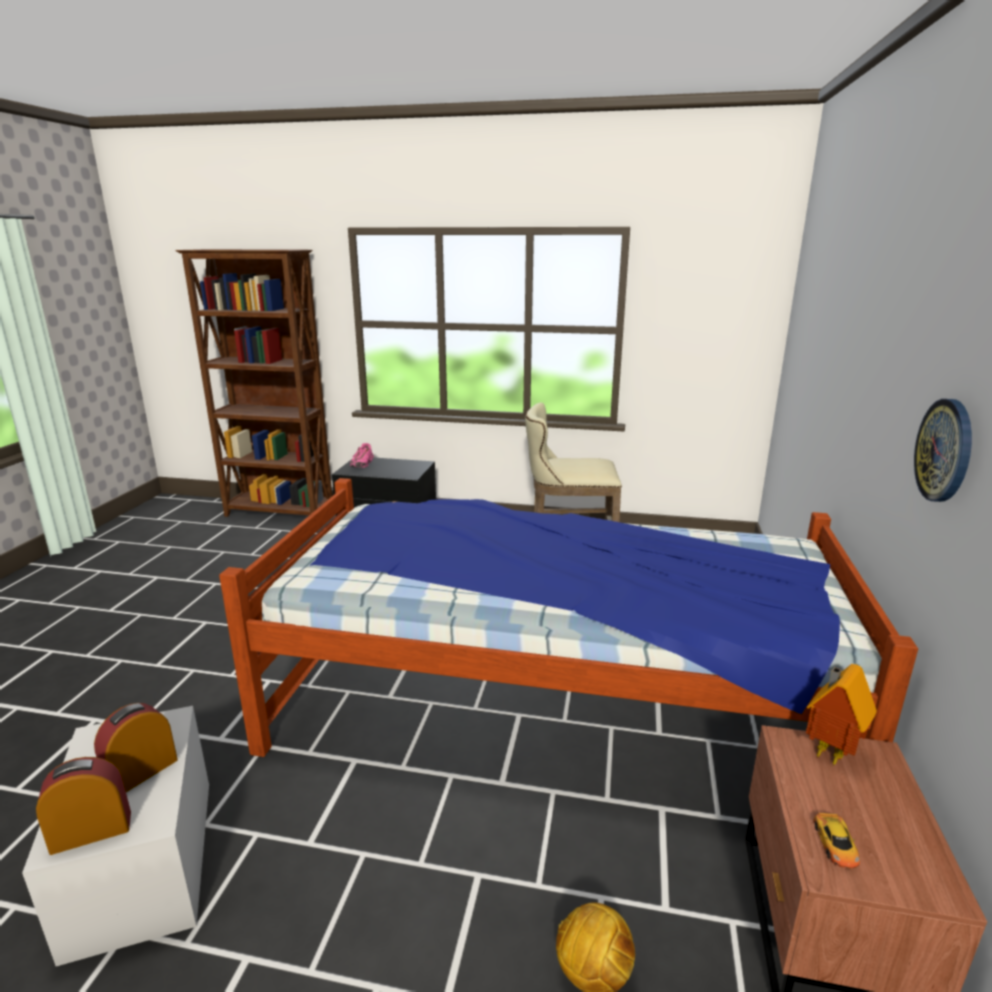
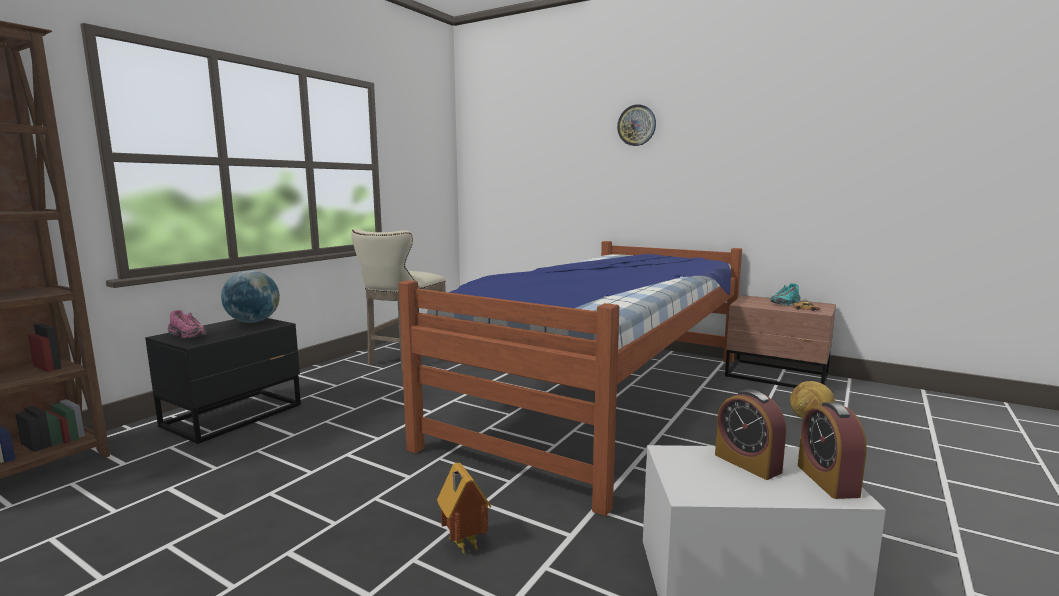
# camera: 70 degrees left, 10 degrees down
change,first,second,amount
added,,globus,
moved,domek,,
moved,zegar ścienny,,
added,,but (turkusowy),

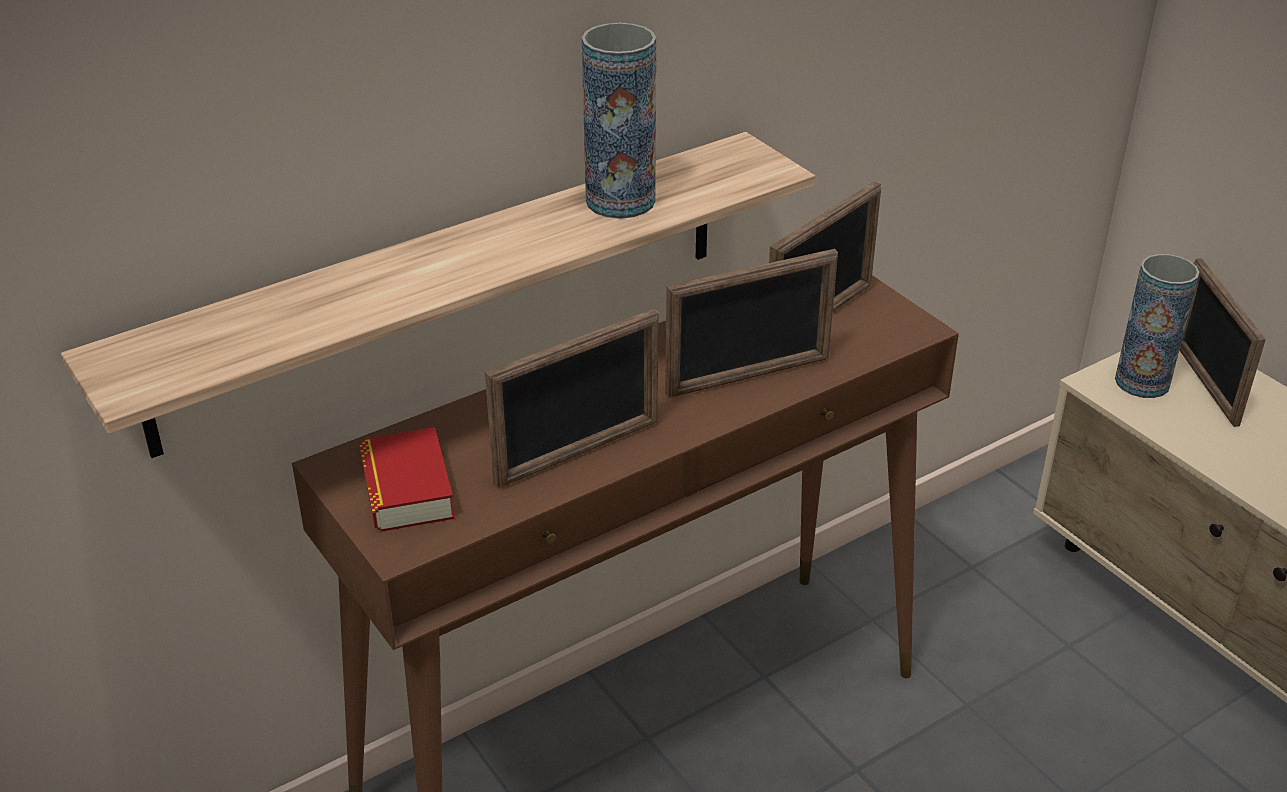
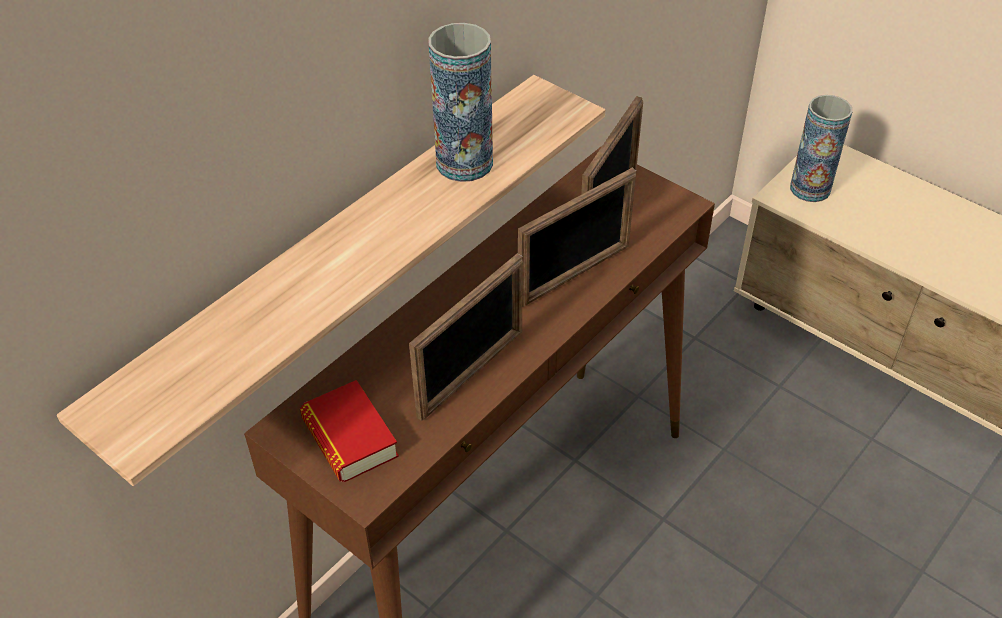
# camera: 15 degrees left, 10 degrees up
change,first,second,amount
removed,ramka na zdjęcie (4th from left),,

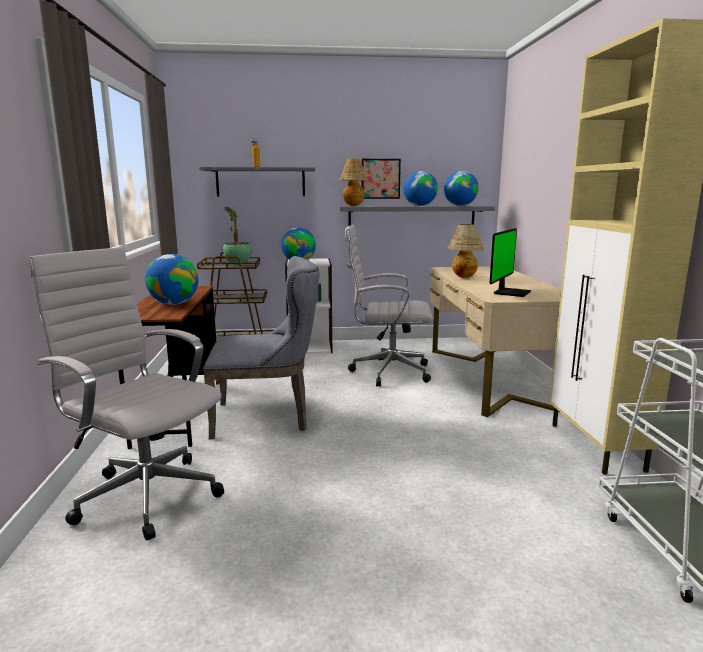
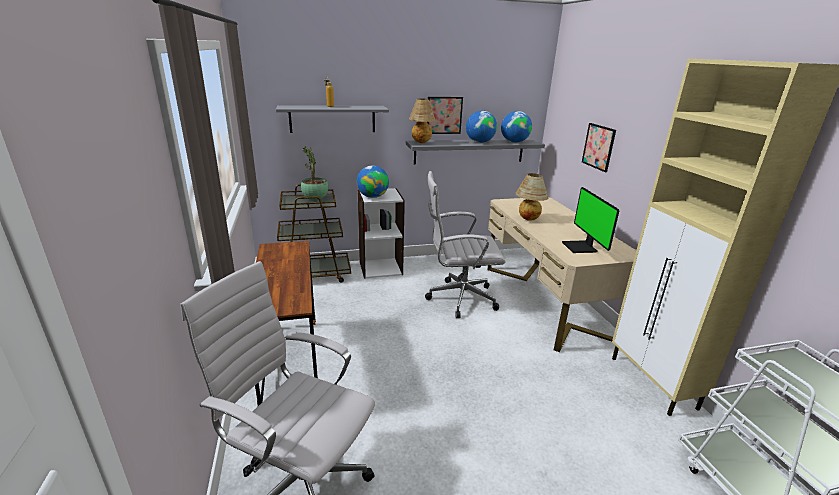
# camera: 10 degrees left, 10 degrees up
change,first,second,amount
turned,monitor,,150 degrees clockwise
added,,obraz (2nd from left),
removed,globus (1st from left),,
removed,krzesło (szary),,

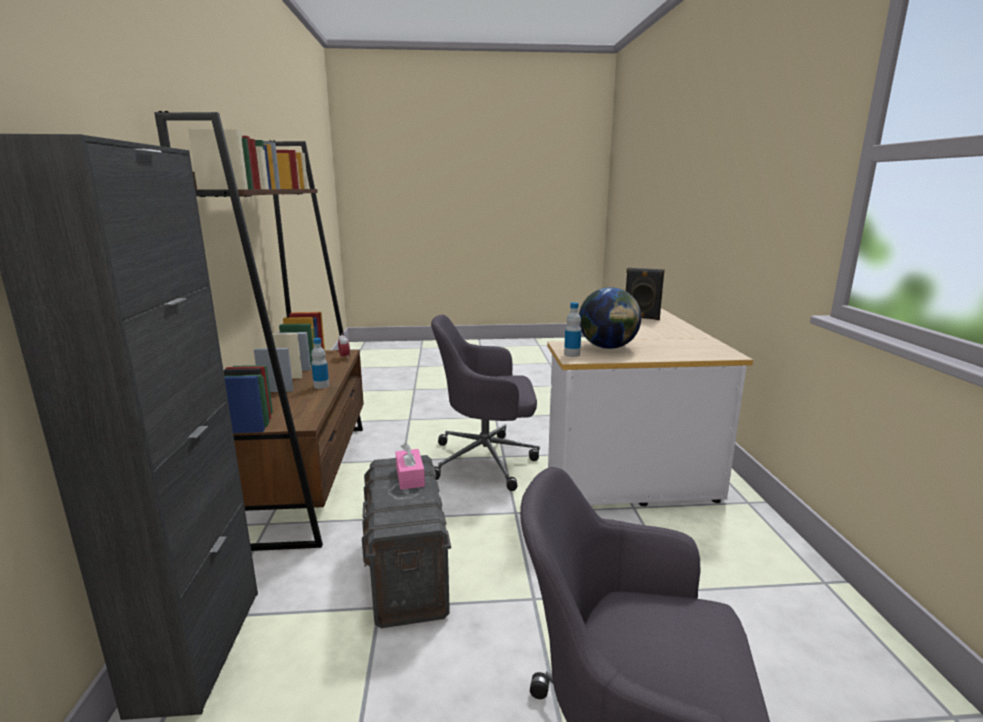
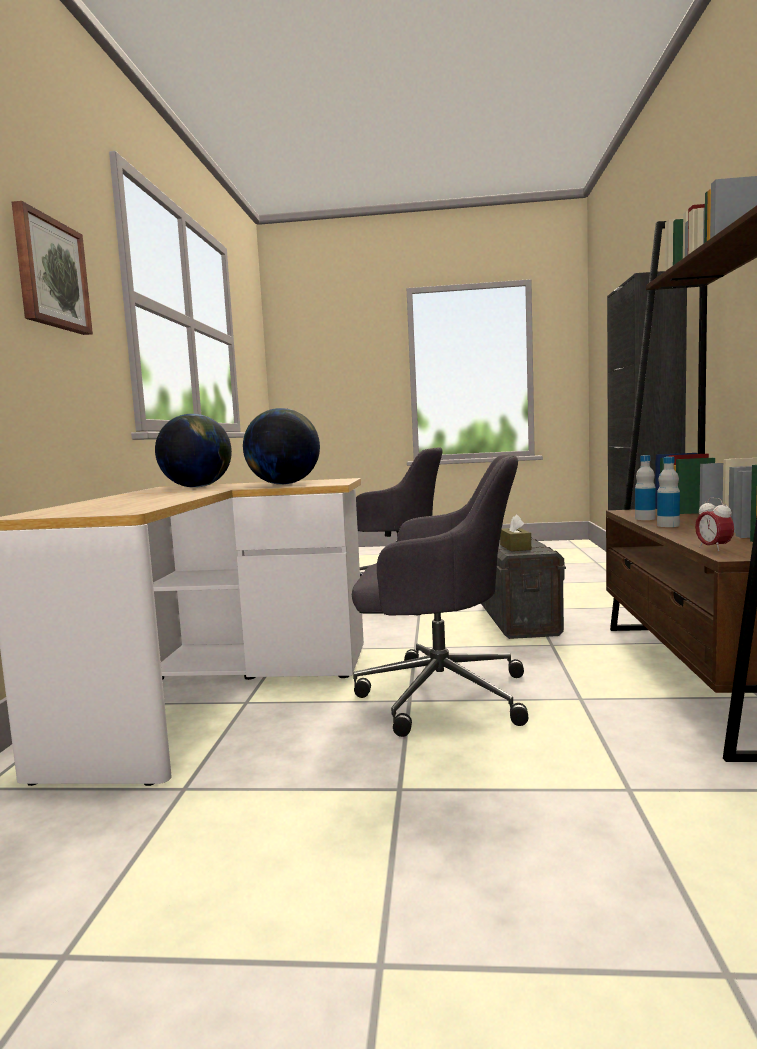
# camera: 170 degrees left, 10 degrees down
change,first,second,amount
added,,obraz,
added,,globus (1st from left),
recoloured,pudełko chusteczek (różowy),pudełko chusteczek (brązowy),
moved,butelka (2nd from left in the first image),butelka (1st from left),
removed,głośnik (czarny),,

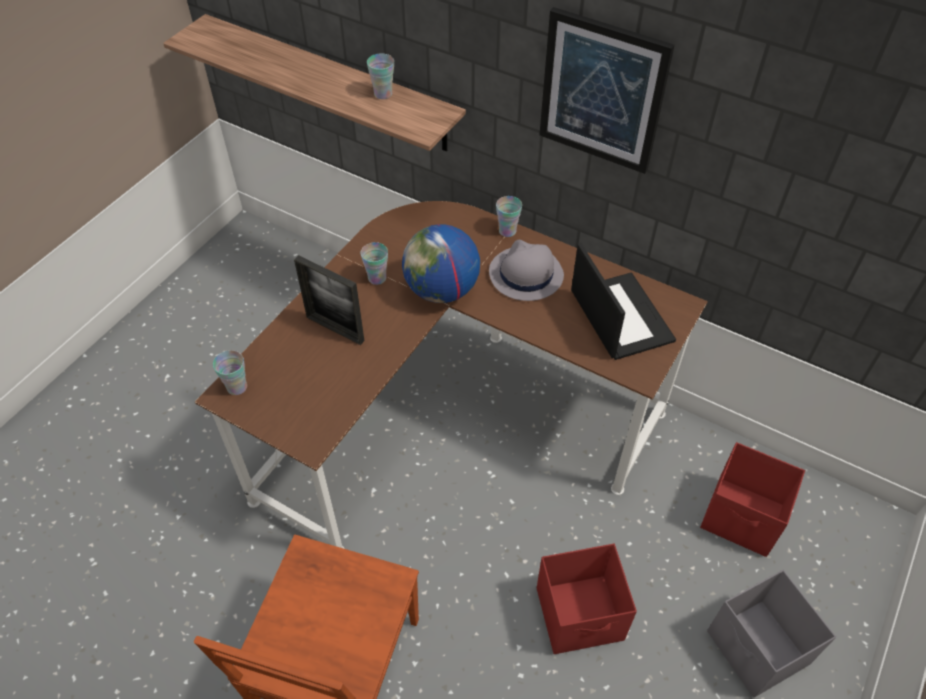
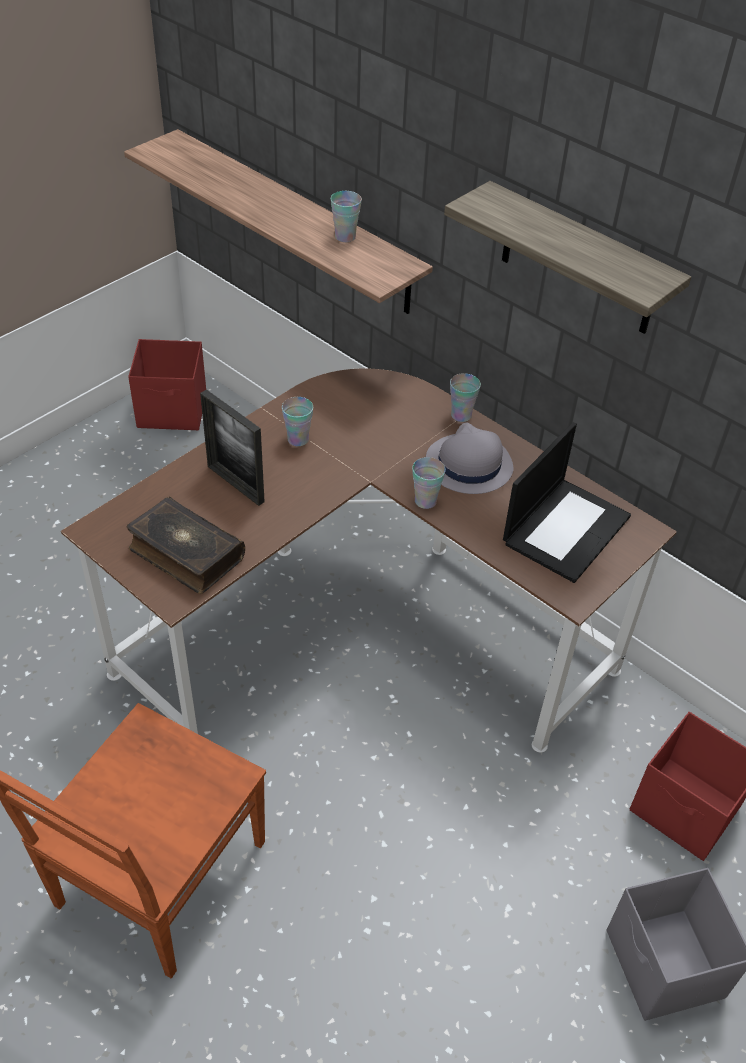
# camera: 10 degrees right, 5 degrees down
change,first,second,amount
added,,książka,
moved,pojemnik do przechowywania (czerwony) (1st from left),,
moved,filiżanka (1st from left in the first image),filiżanka (3rd from left),
replaced,obraz,półka (2nd from left),
turned,laptop,,45 degrees clockwise
removed,globus,,

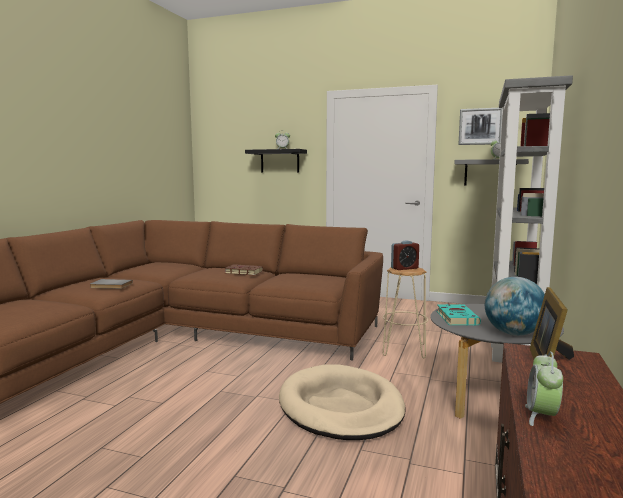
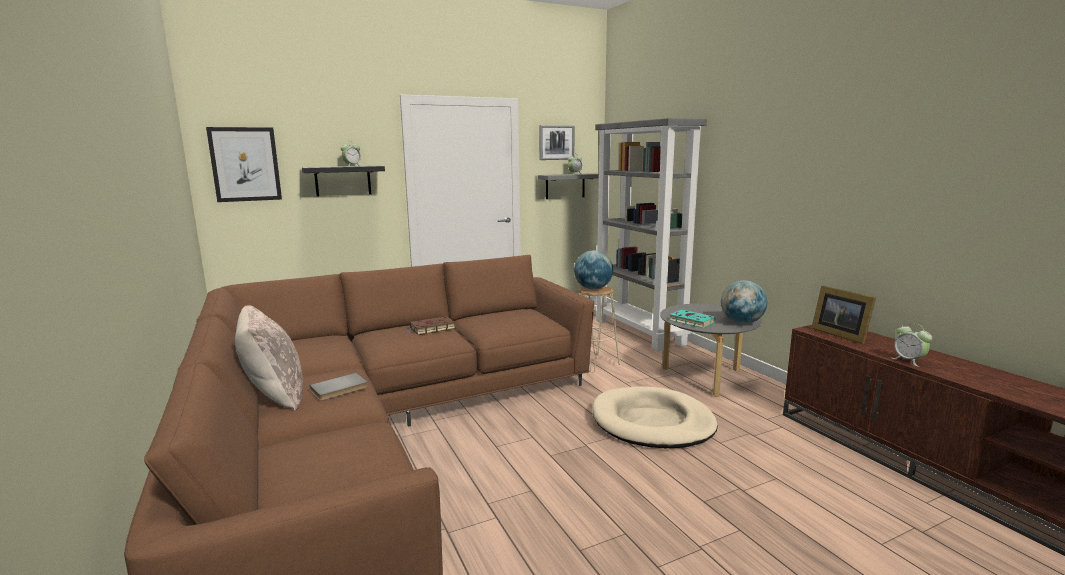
# camera: 45 degrees left, 5 degrees up
change,first,second,amount
added,,obraz (1st from left),
added,,poduszka (beżowy),
replaced,budzik (2nd from left),globus (1st from left),

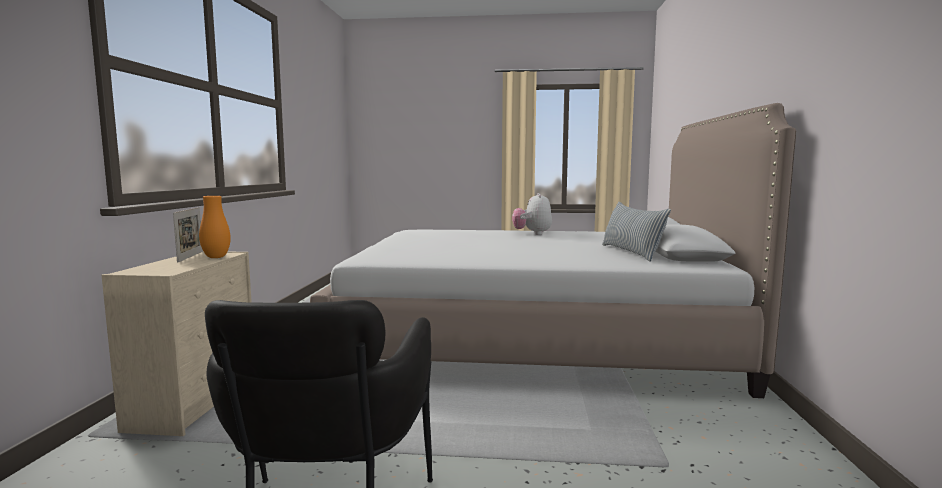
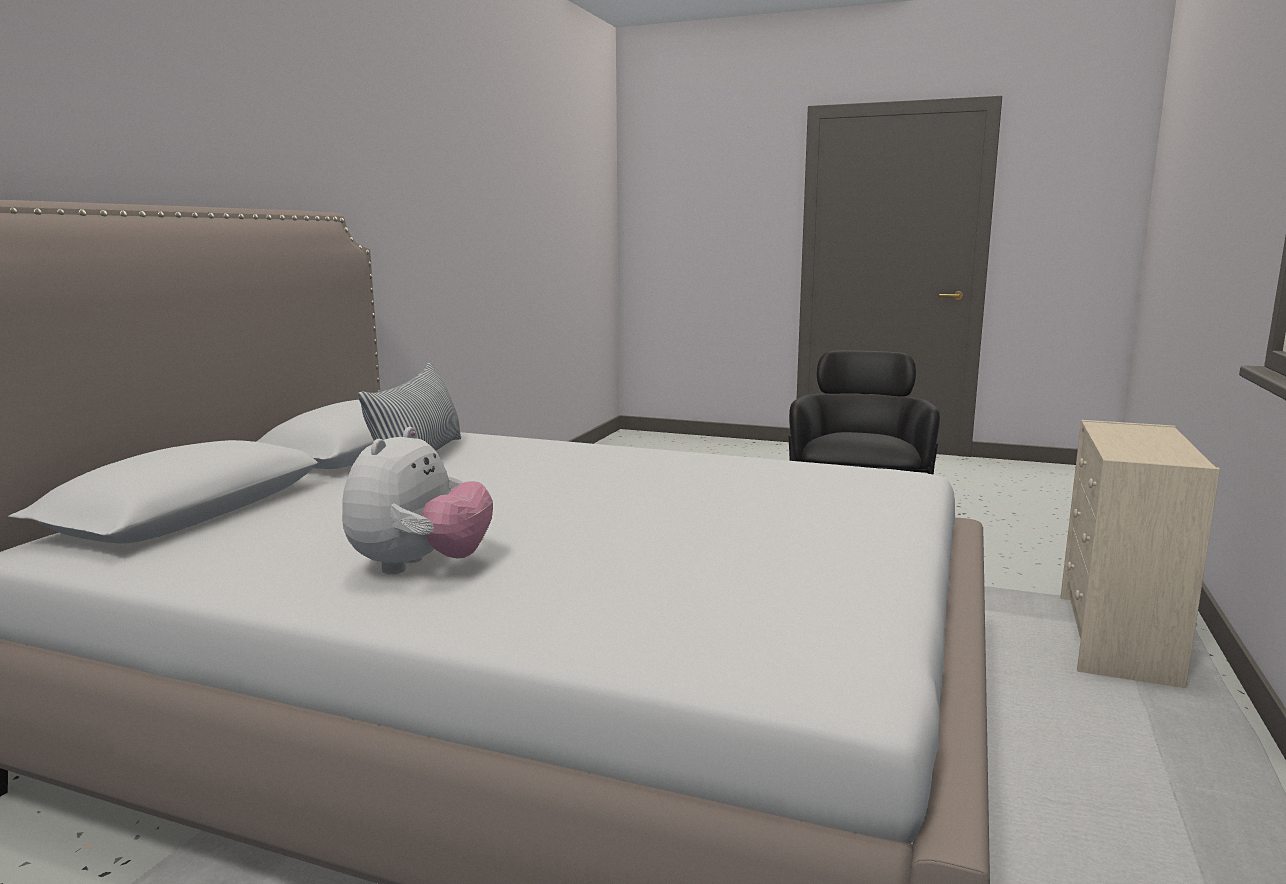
# camera: 165 degrees left, 5 degrees up
change,first,second,amount
removed,ramka na zdjęcie,,
removed,wazon (pomarańczowy),,

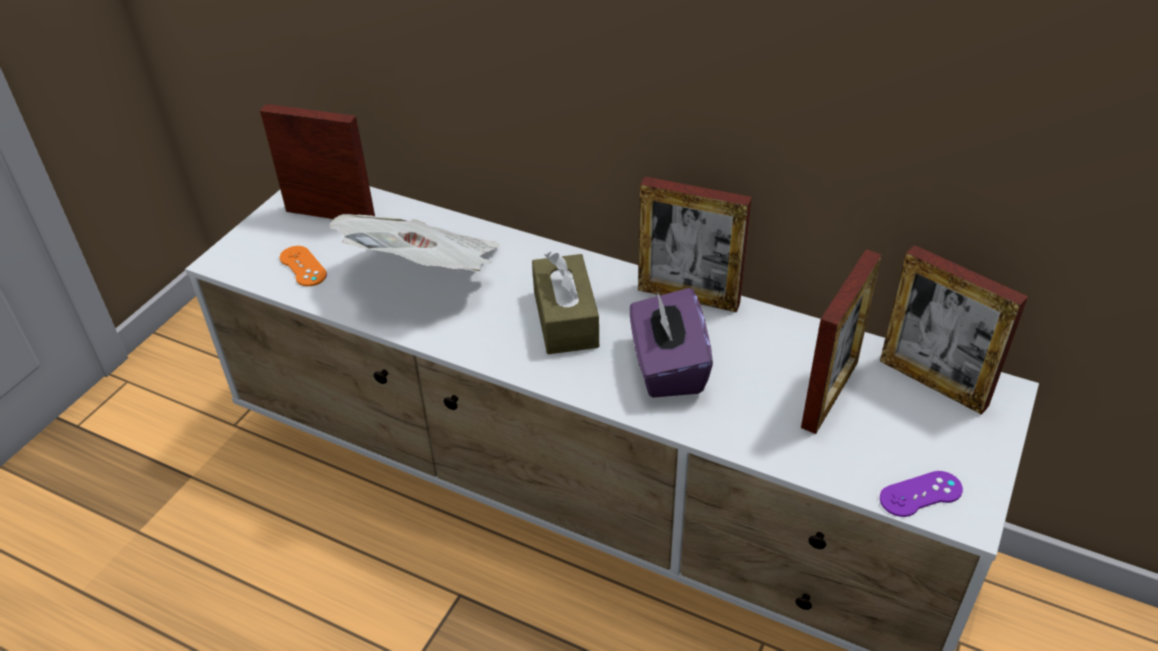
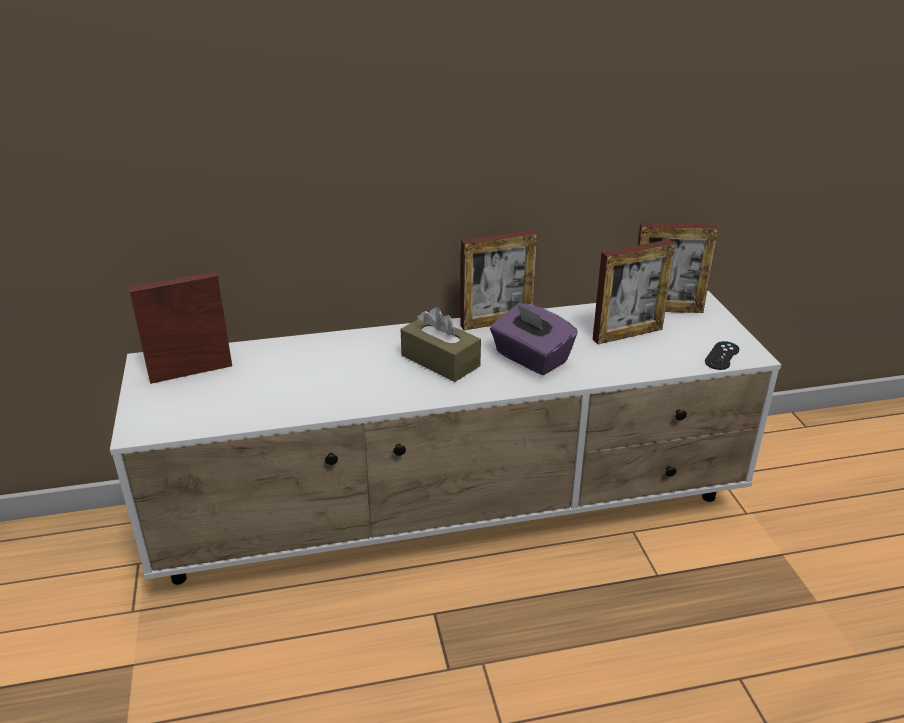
# camera: 40 degrees left, 10 degrees down
change,first,second,amount
turned,ramka na zdjęcie (3rd from left),,75 degrees clockwise
recoloured,pad do gier (fioletowy),pad do gier (czarny),
removed,pad do gier (pomarańczowy),,
removed,gazeta,,

